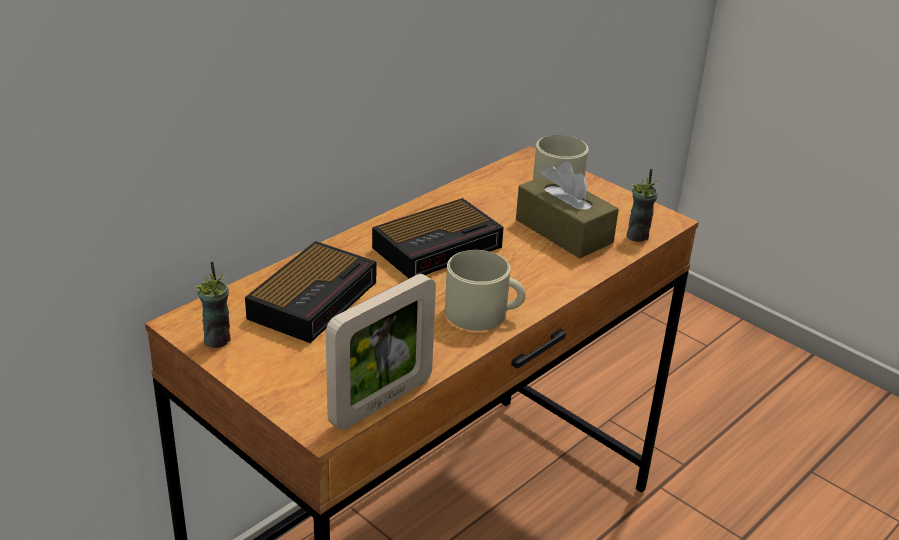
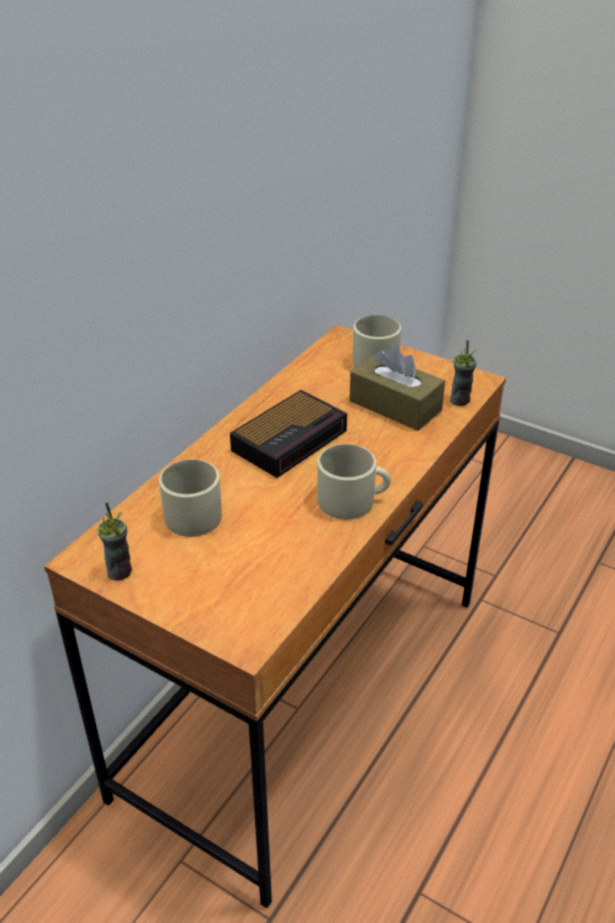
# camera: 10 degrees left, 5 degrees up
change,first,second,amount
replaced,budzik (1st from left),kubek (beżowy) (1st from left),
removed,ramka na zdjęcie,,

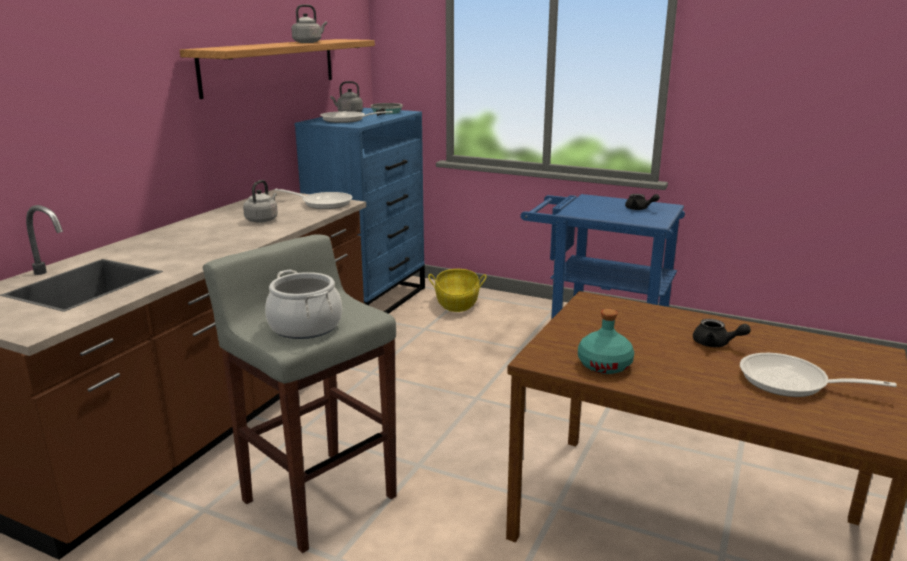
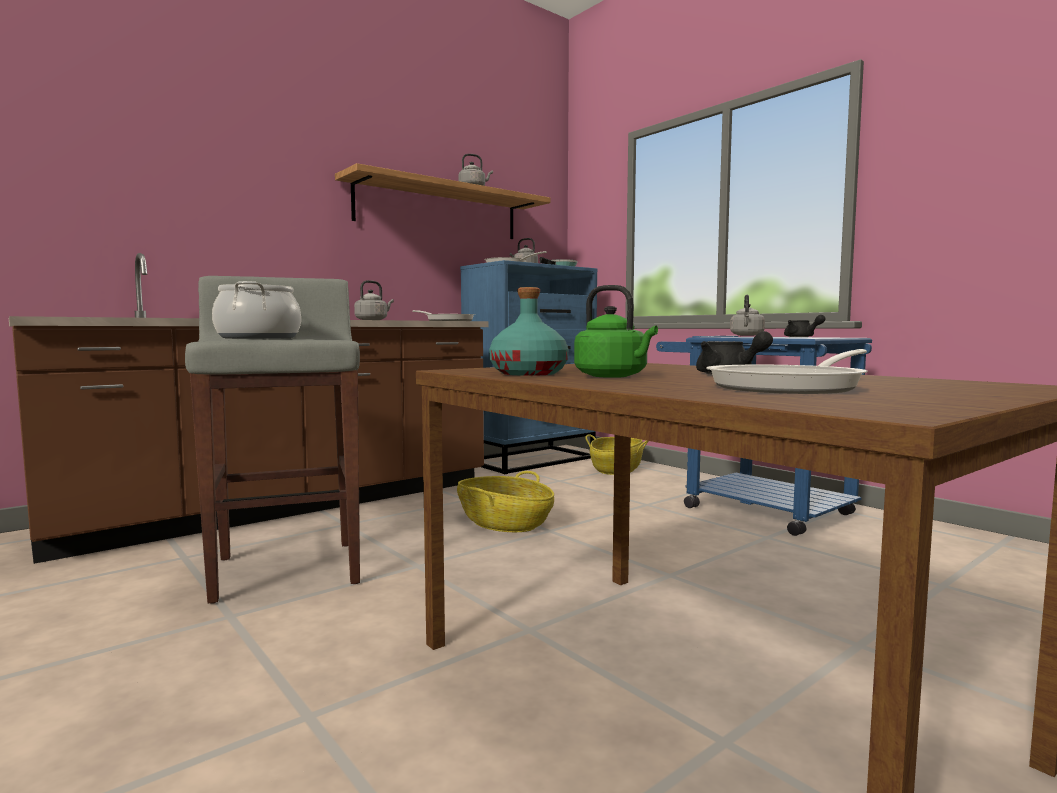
# camera: 25 degrees right, 15 degrees down
change,first,second,amount
added,,koszyk (1st from left),
added,,czajnik (zielony),
turned,patelnia (4th from left),,90 degrees counterclockwise
added,,czajnik (szary) (4th from left),

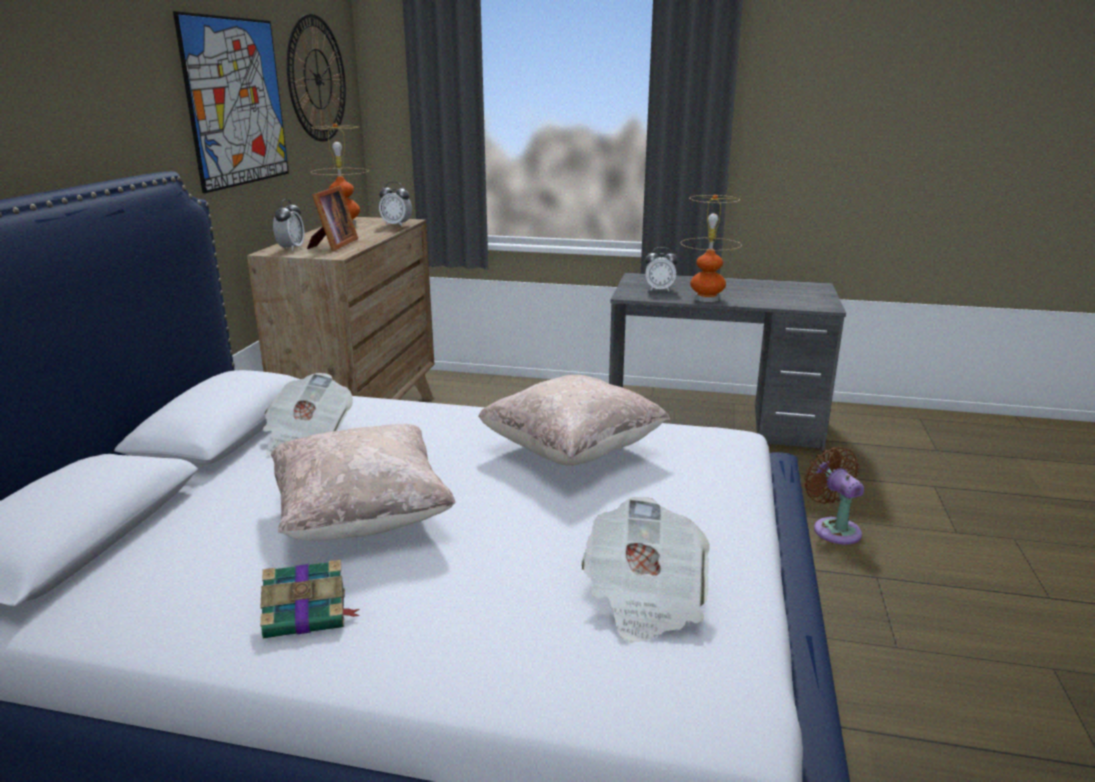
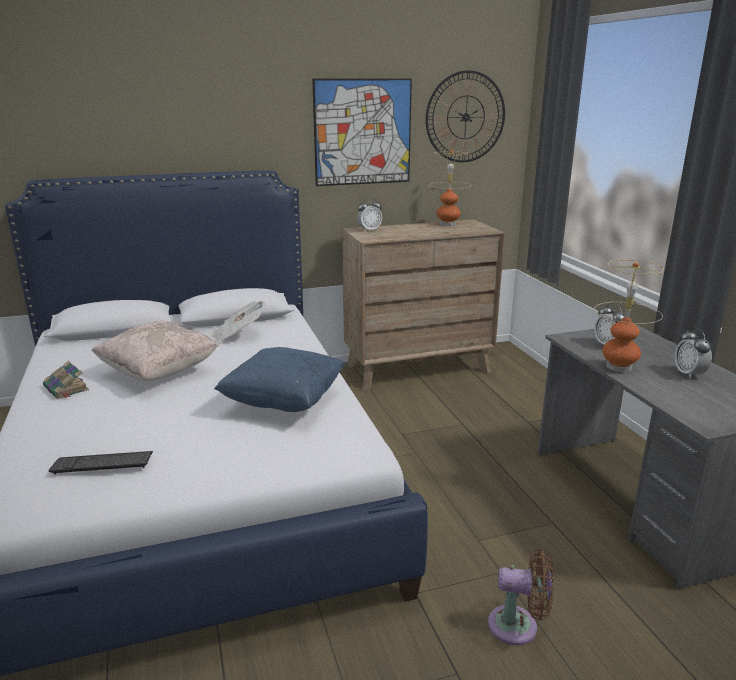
# camera: 60 degrees right, 0 degrees up
change,first,second,amount
replaced,gazeta (2nd from left),klawiatura,
recoloured,poduszka (beżowy) (2nd from left),poduszka (niebieski),
turned,wentylator (brązowy),,60 degrees clockwise
moved,budzik (2nd from left in the first image),budzik (3rd from left),
removed,ramka na zdjęcie,,

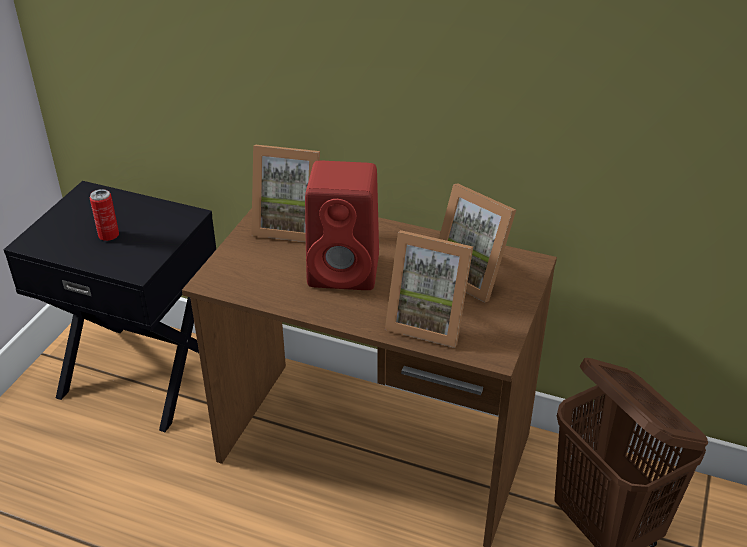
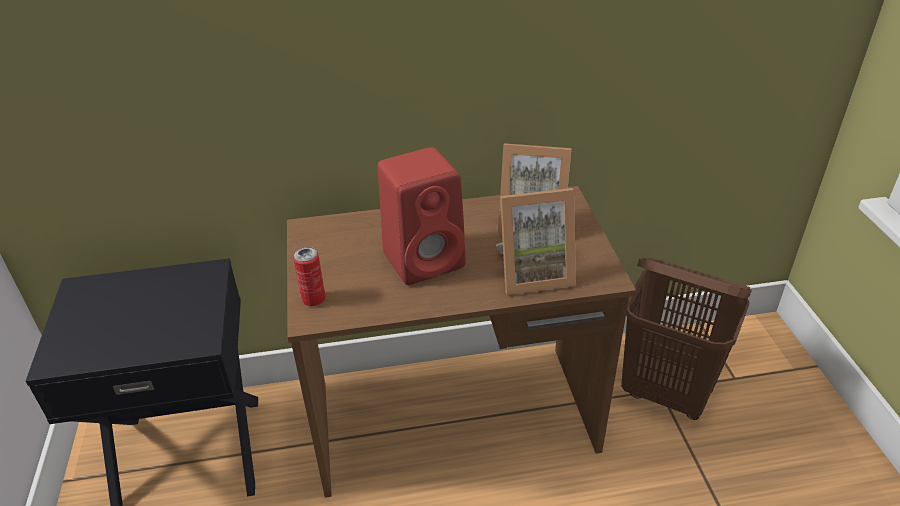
# camera: 30 degrees left, 0 degrees up
change,first,second,amount
moved,puszka,,
removed,ramka na zdjęcie (1st from left),,

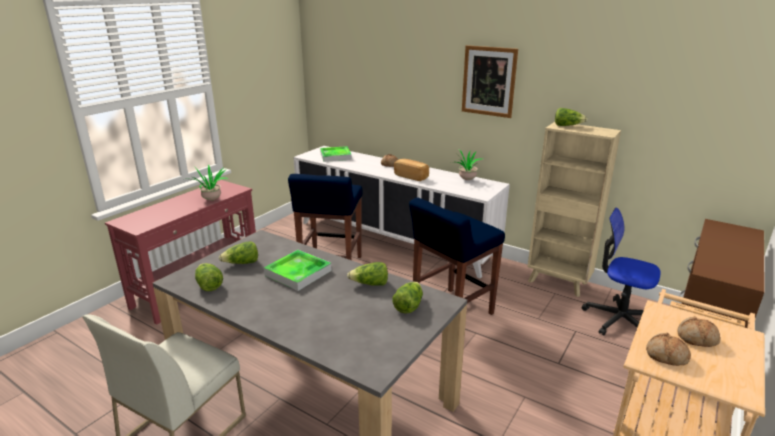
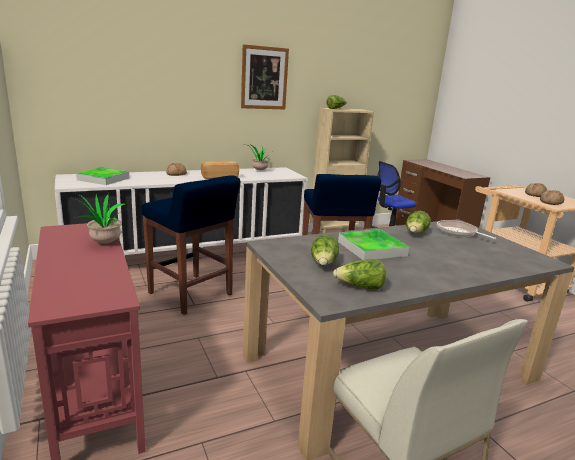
# camera: 60 degrees left, 5 degrees down
change,first,second,amount
replaced,sałata (4th from left),patelnia,

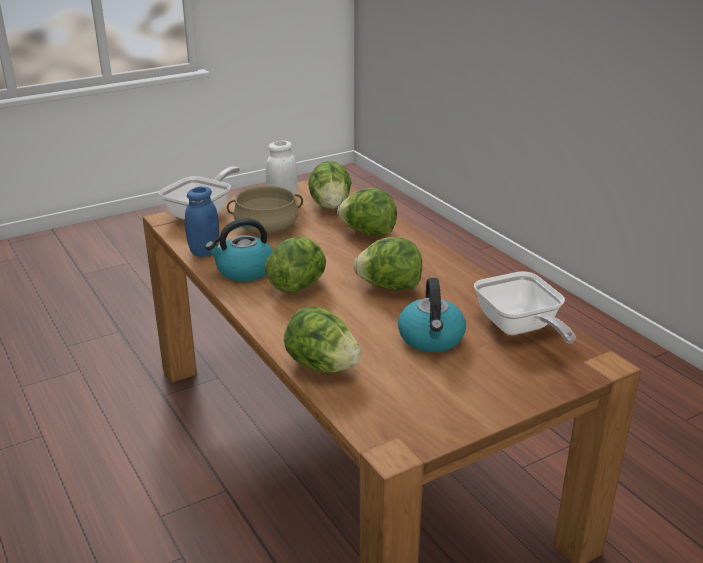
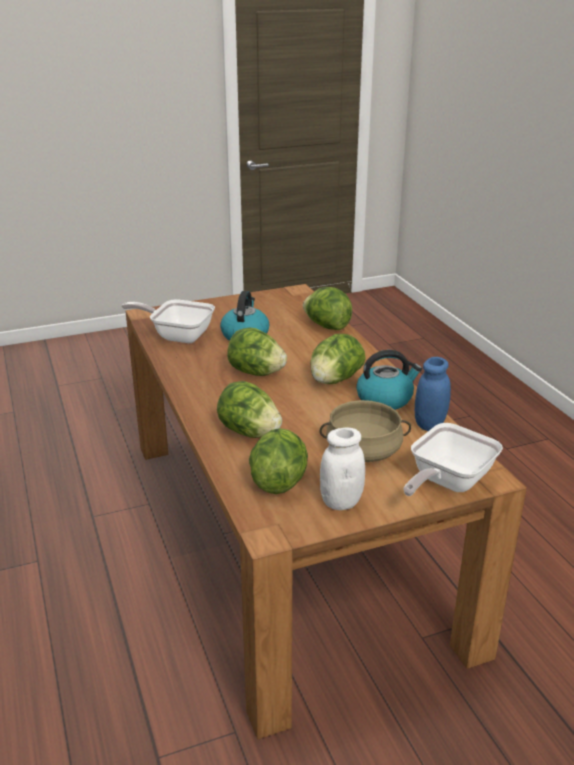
# camera: 170 degrees left, 0 degrees up
change,first,second,amount
turned,patelnia (2nd from left in the first image),patelnia (1st from left),60 degrees counterclockwise

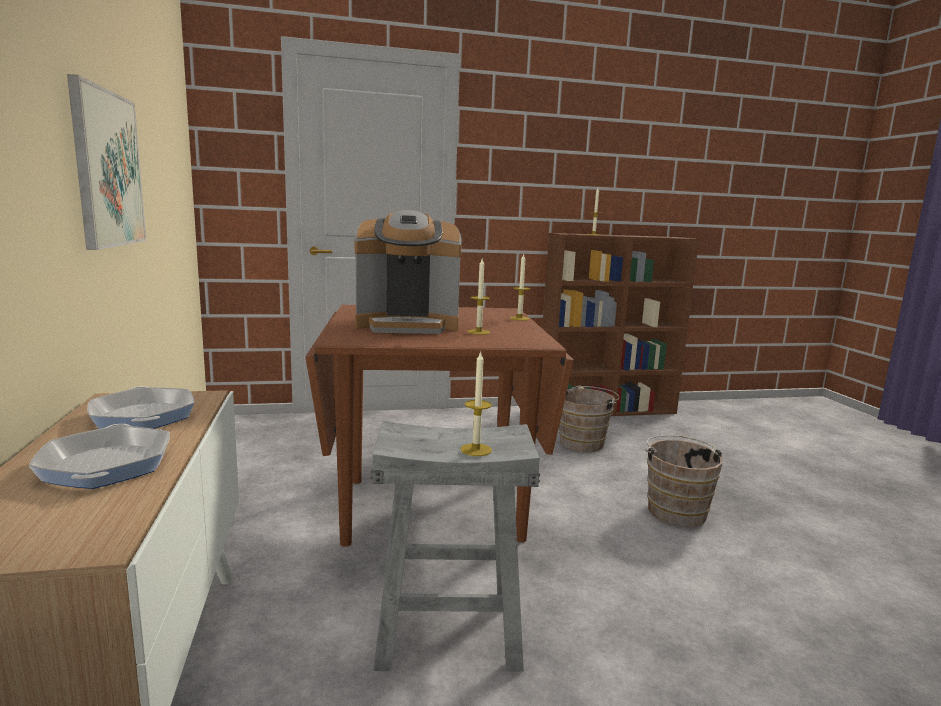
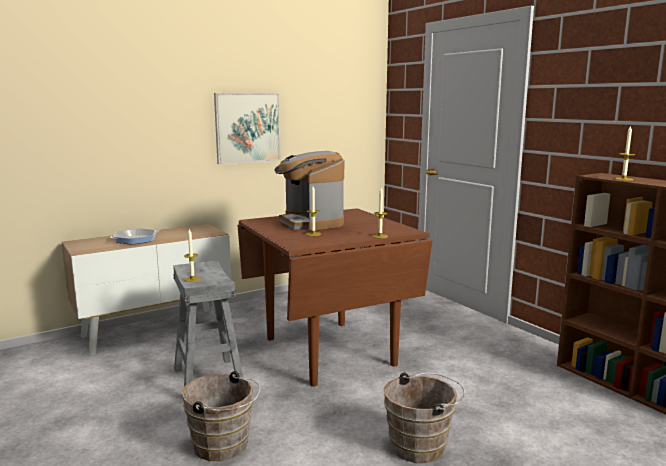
# camera: 70 degrees right, 0 degrees up
change,first,second,amount
moved,wiadro (brązowy) (1st from left),,
removed,patelnia (2nd from left),,

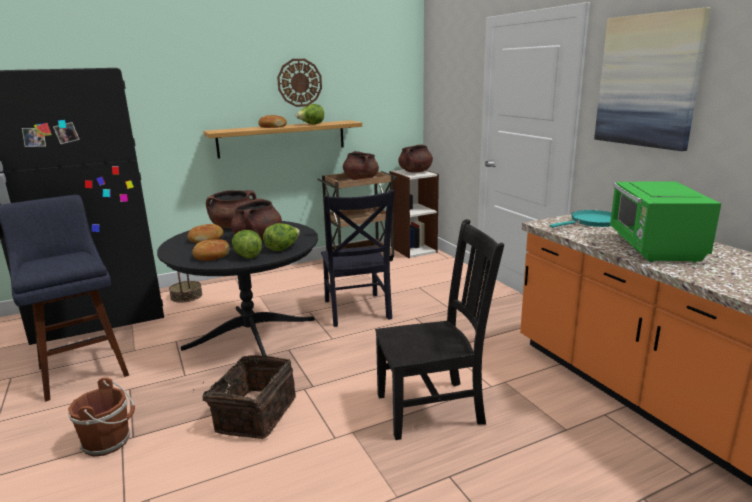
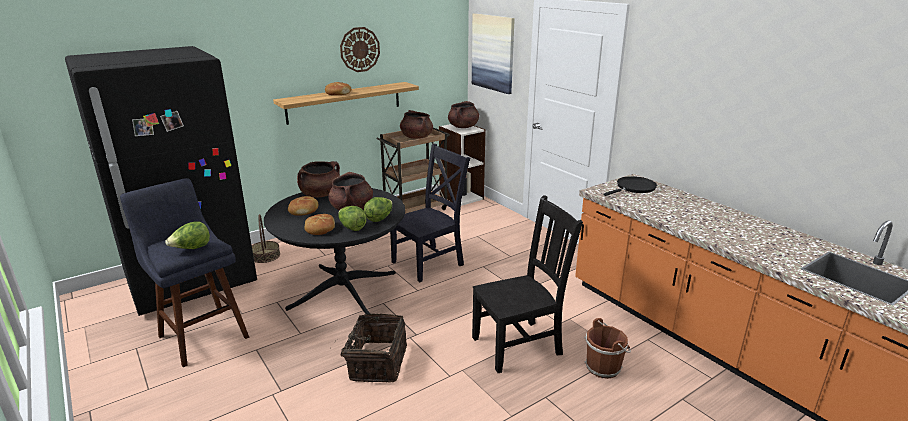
# camera: 10 degrees left, 5 degrees up
change,first,second,amount
moved,sałata (3rd from left in the first image),sałata (1st from left),
turned,krzesło (czarny) (1st from left),,105 degrees counterclockwise
moved,obraz,,
moved,wiadro (brązowy),,
recoloured,patelnia (turkusowy),patelnia (czarny),
removed,mikrofalówka (zielony),,

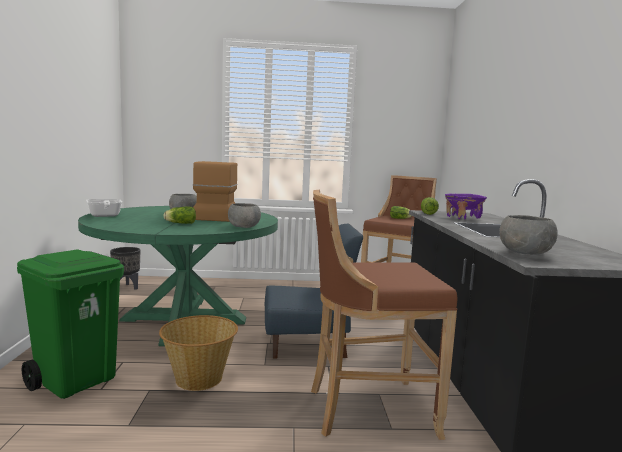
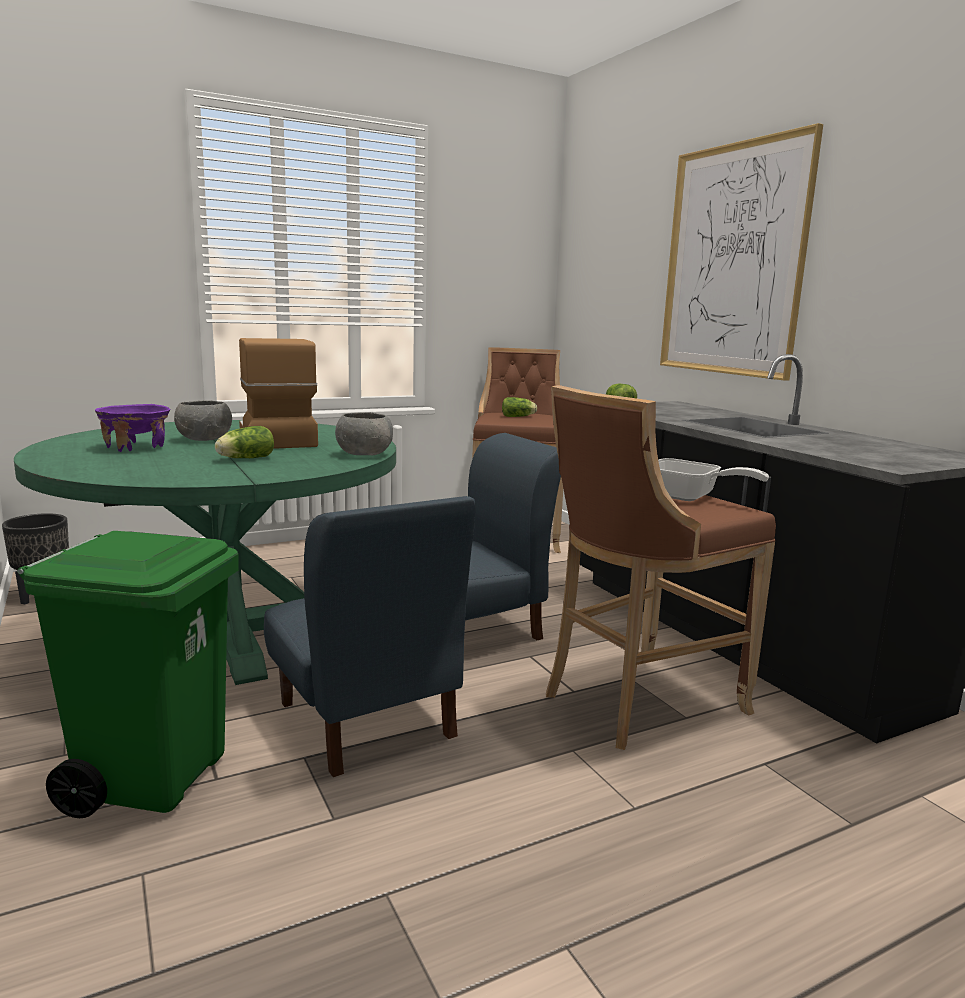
# camera: 25 degrees left, 5 degrees up
change,first,second,amount
moved,miska (fioletowy),,
replaced,koszyk,krzesło (niebieski) (1st from left),
moved,patelnia,,
added,,obraz,
removed,miska (szary) (3rd from left),,

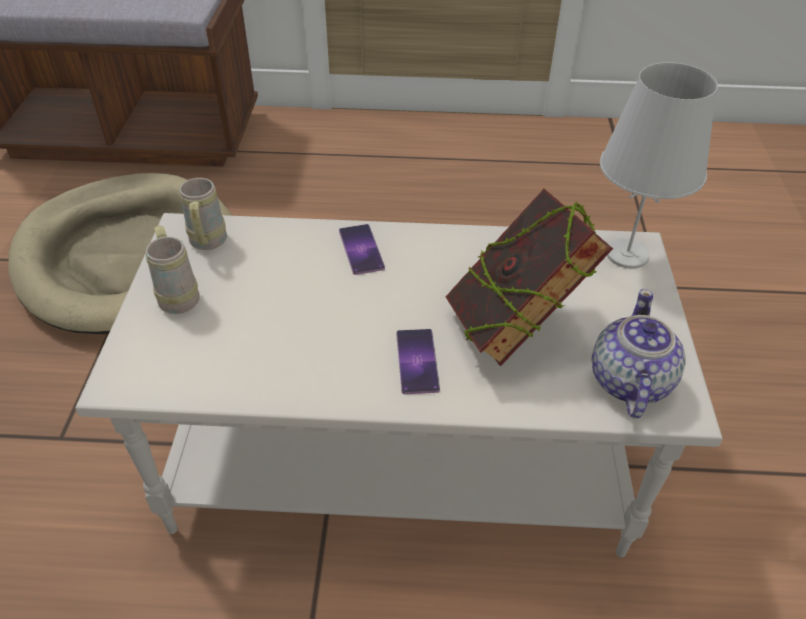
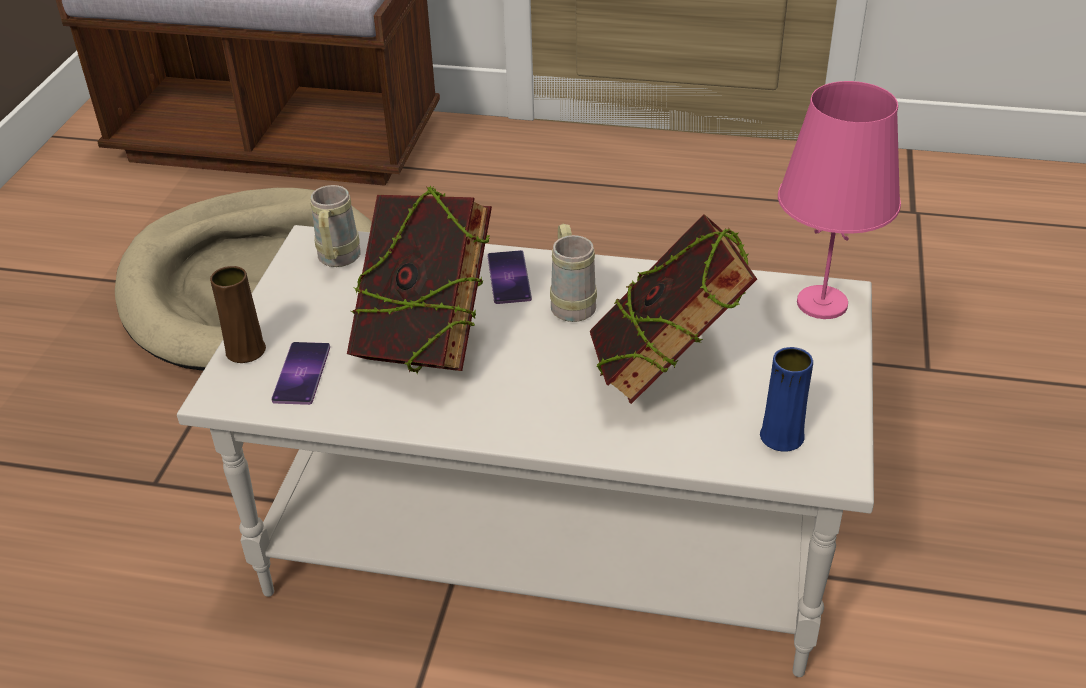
# camera: 10 degrees right, 5 degrees down
change,first,second,amount
added,,wazon (brązowy),
moved,telefon (2nd from left in the first image),telefon (1st from left),
added,,książka (1st from left),
moved,kubek (beżowy) (1st from left in the first image),kubek (beżowy) (2nd from left),
replaced,imbryk,wazon (niebieski),
recoloured,lampa stołowa (biały),lampa stołowa (różowy),

